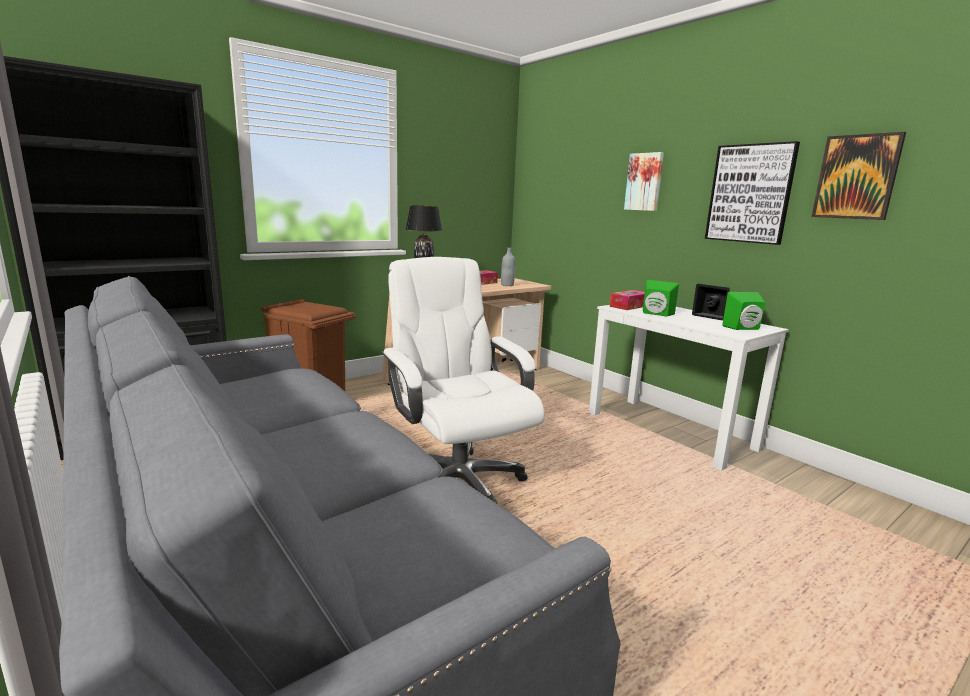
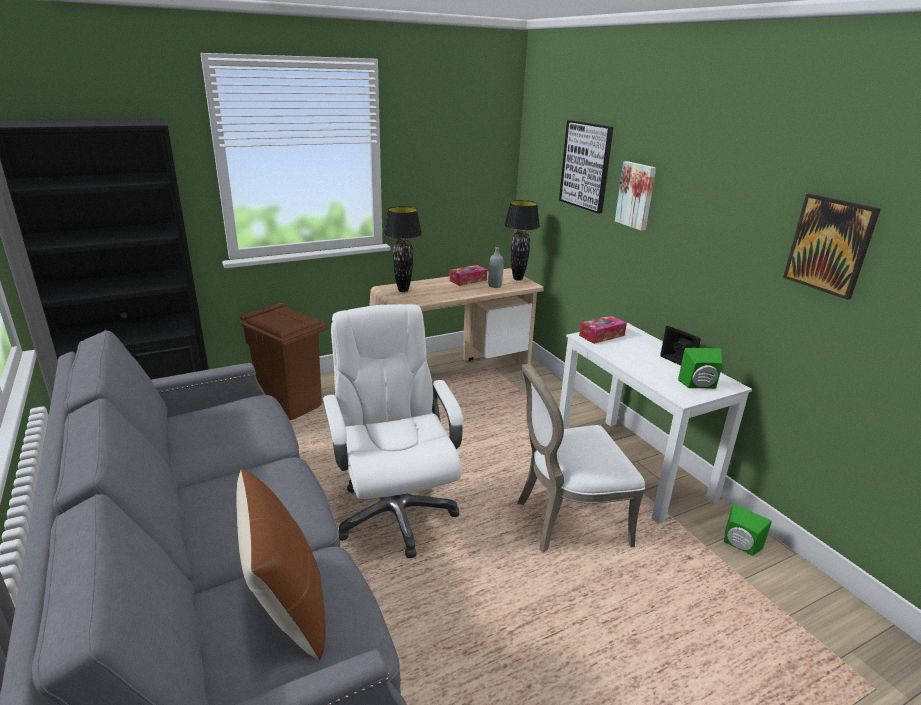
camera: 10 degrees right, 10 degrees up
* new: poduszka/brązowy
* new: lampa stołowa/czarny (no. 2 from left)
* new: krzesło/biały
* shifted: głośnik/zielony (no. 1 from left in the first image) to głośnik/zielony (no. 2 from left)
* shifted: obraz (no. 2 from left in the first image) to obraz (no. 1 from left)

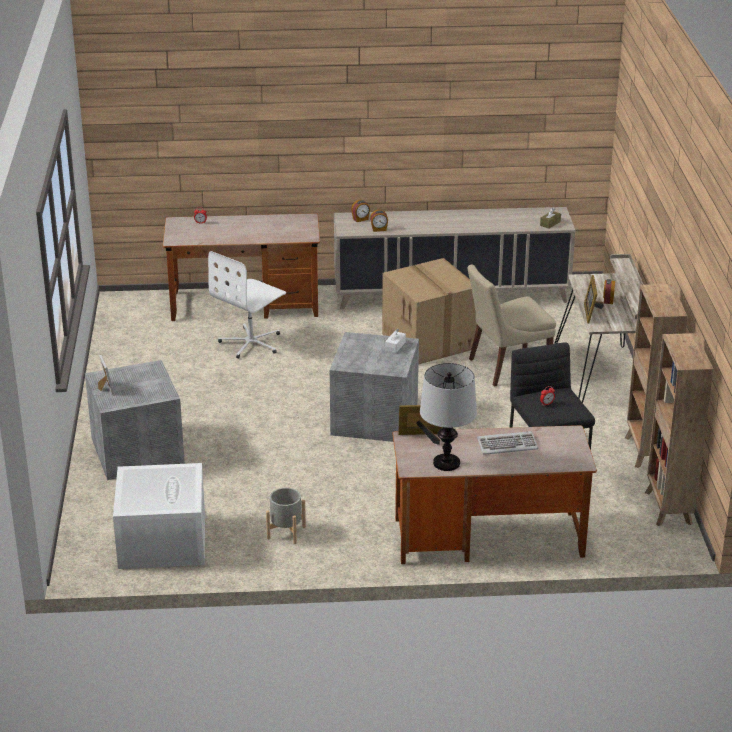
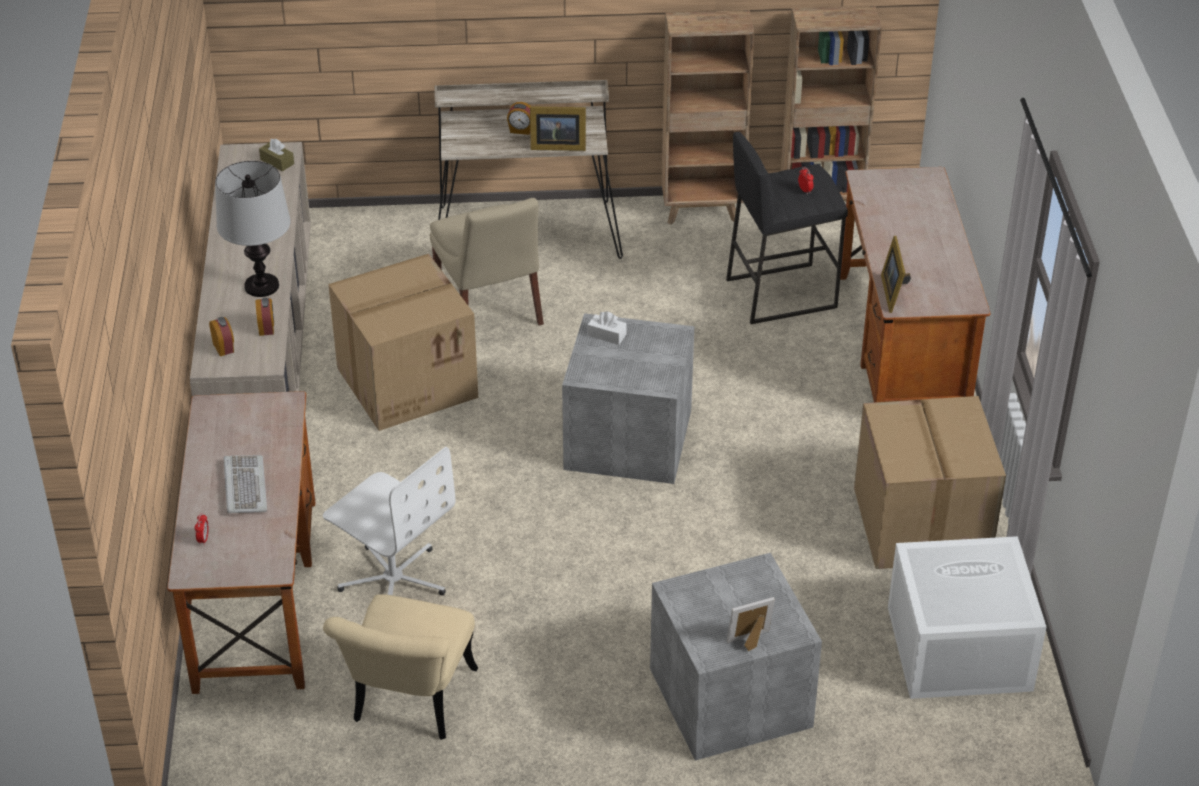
camera: 90 degrees left, 10 degrees up
* new: krzesło/beżowy (no. 1 from left)
* shifted: lampa stołowa
* shifted: klawiatura
* swapped: donica/szary to karton (no. 2 from left)

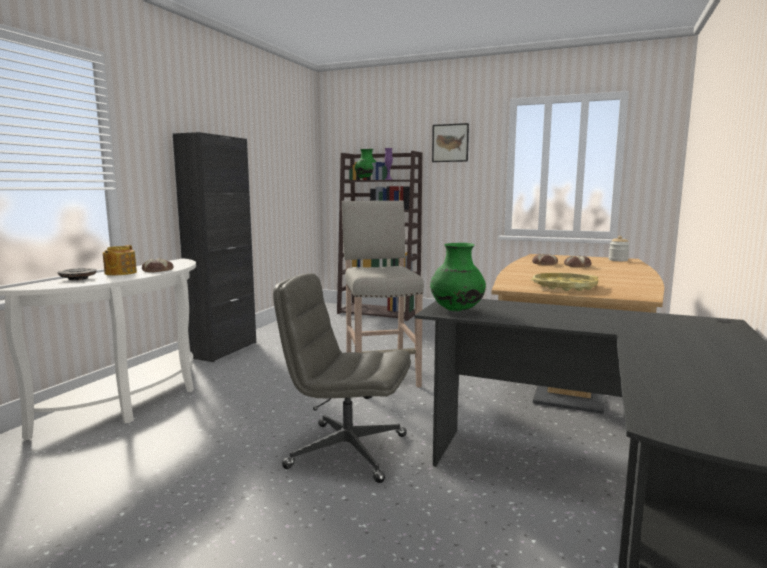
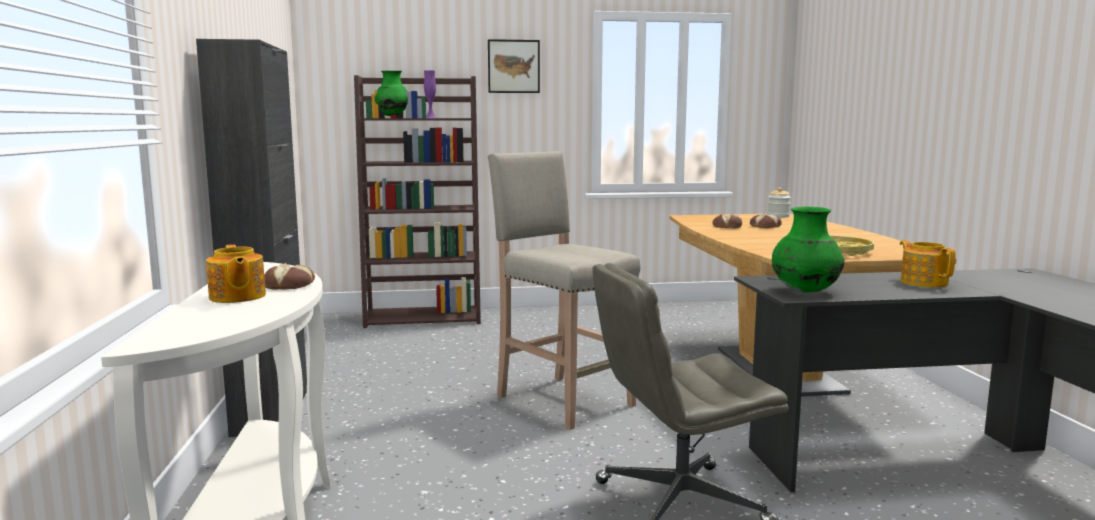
camera: 30 degrees left, 0 degrees up
* gone: talerz/czarny
* new: imbryk (no. 2 from left)

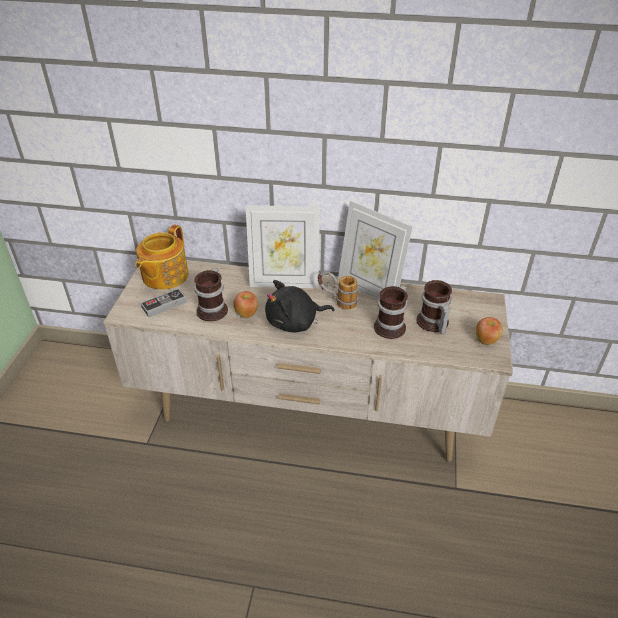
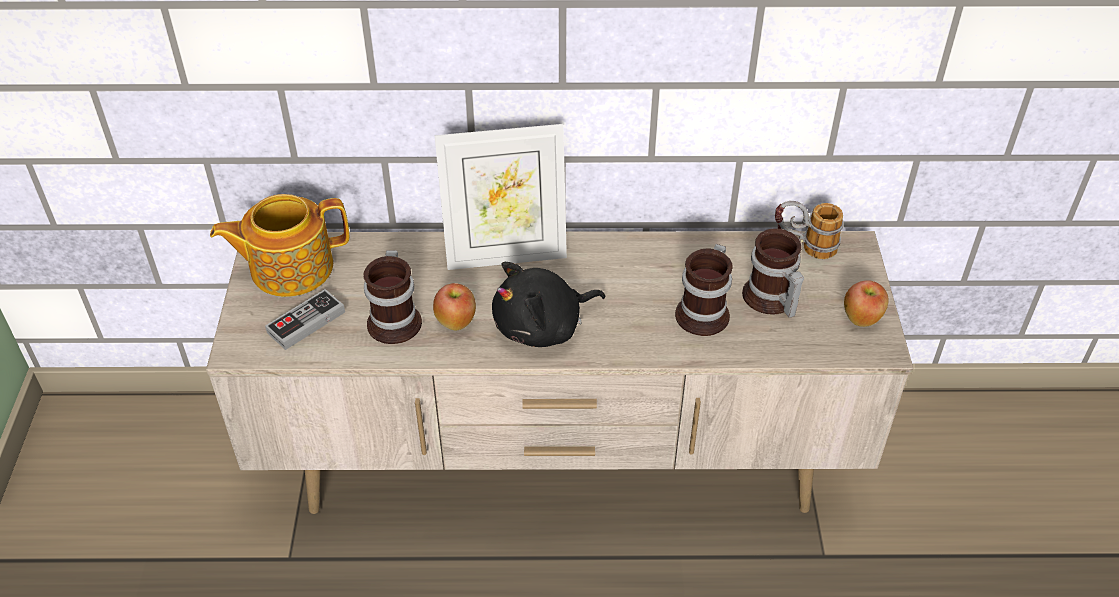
camera: 10 degrees left, 5 degrees up
* gone: ramka na zdjęcie (no. 2 from left)
* shifted: kubek (no. 2 from left in the first image) to kubek (no. 4 from left)
* rotated: imbryk 60 degrees clockwise

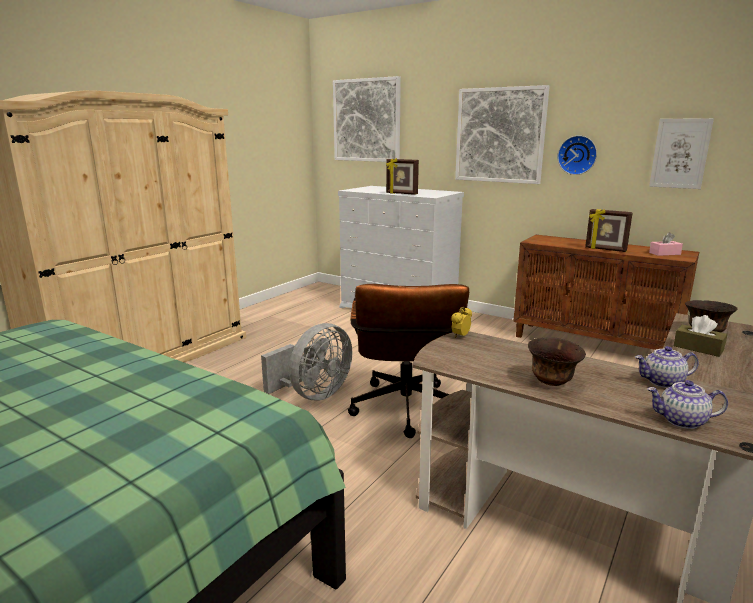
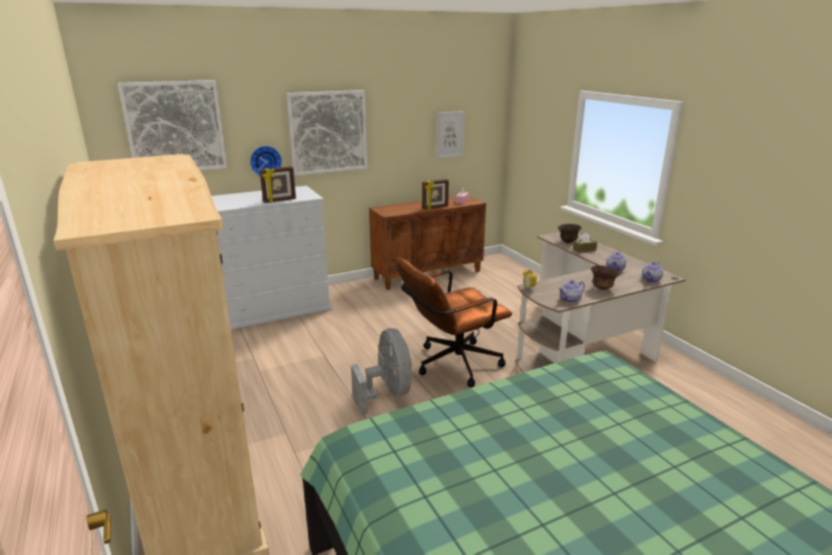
camera: 60 degrees left, 5 degrees up
* new: imbryk (no. 1 from left)
* shifted: zegar ścienny
* rotated: krzesło biurowe/brązowy 120 degrees clockwise

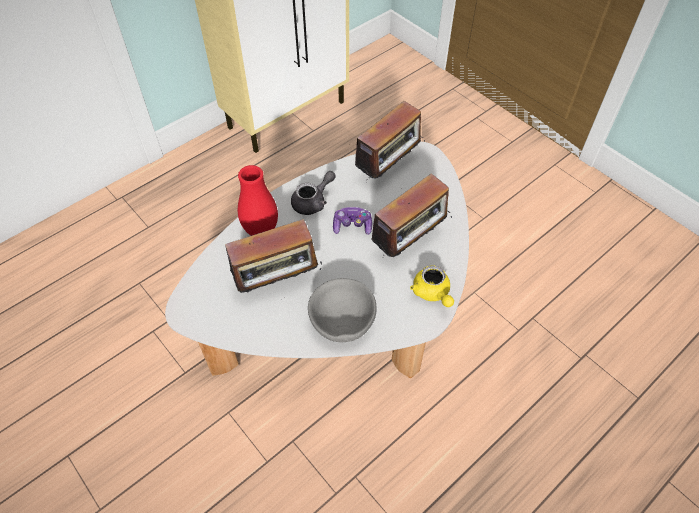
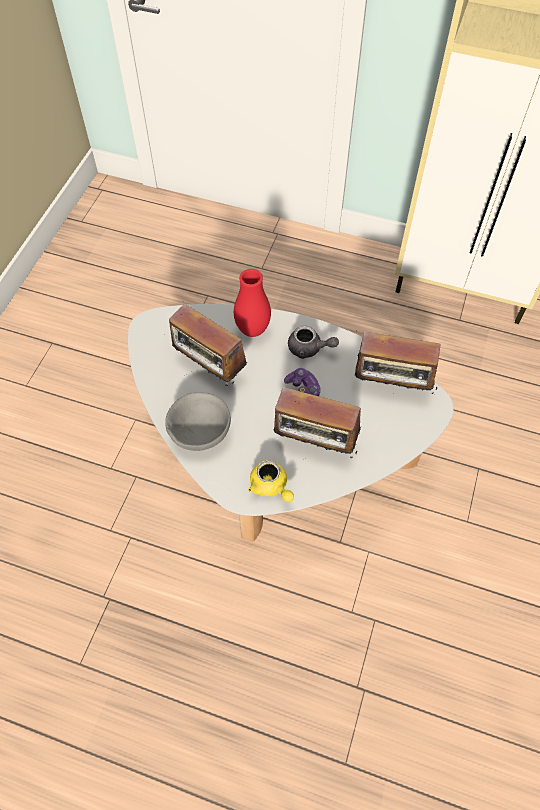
camera: 60 degrees right, 5 degrees up
* rotated: imbryk/żółty 75 degrees counterclockwise

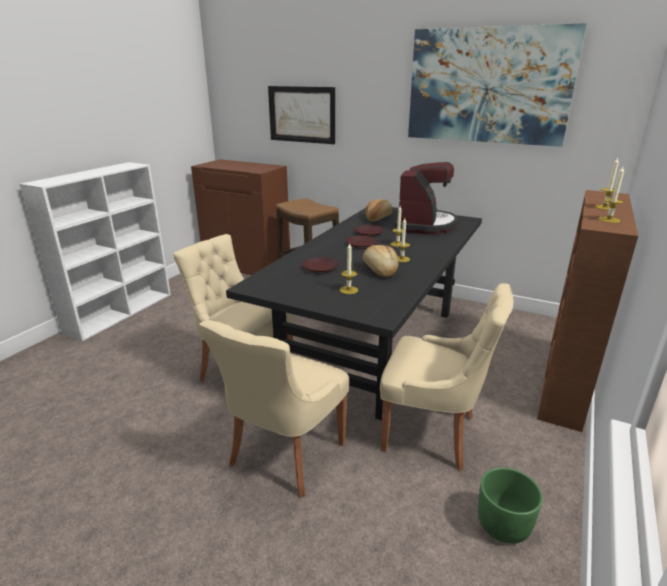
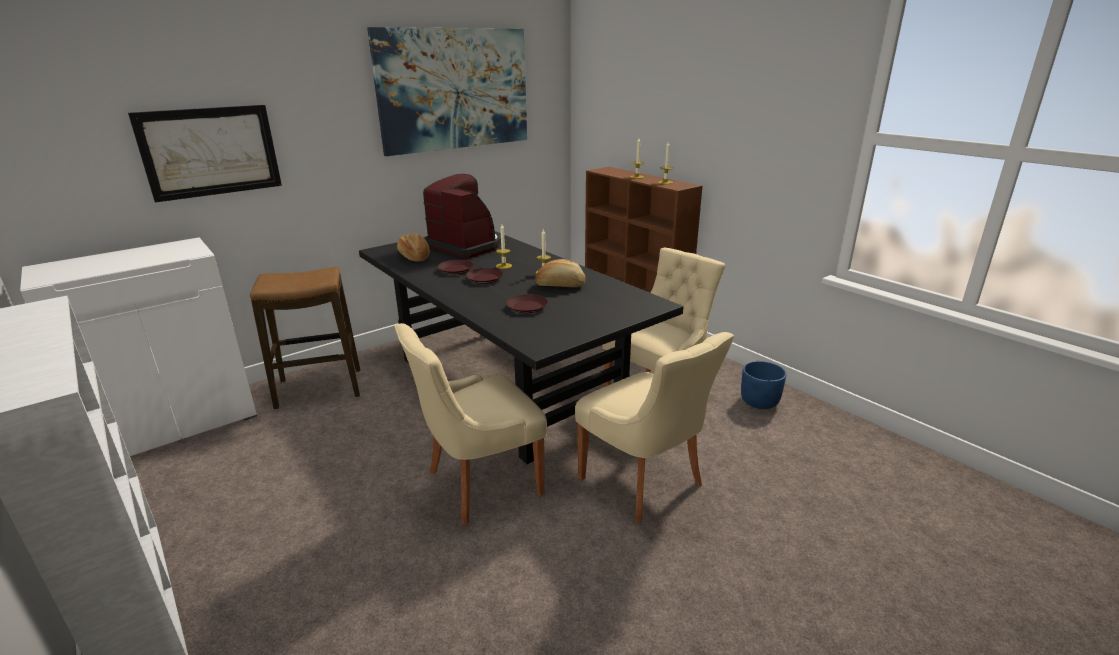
camera: 65 degrees left, 0 degrees up
* gone: świeca (no. 1 from left)
* repainted: szafka/brązowy to szafka/biały
* repainted: donica/zielony to donica/niebieski

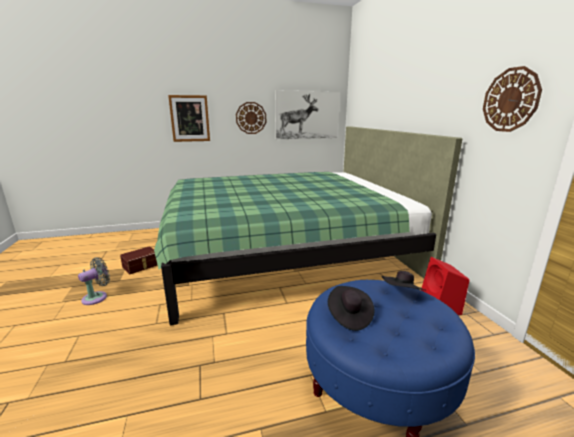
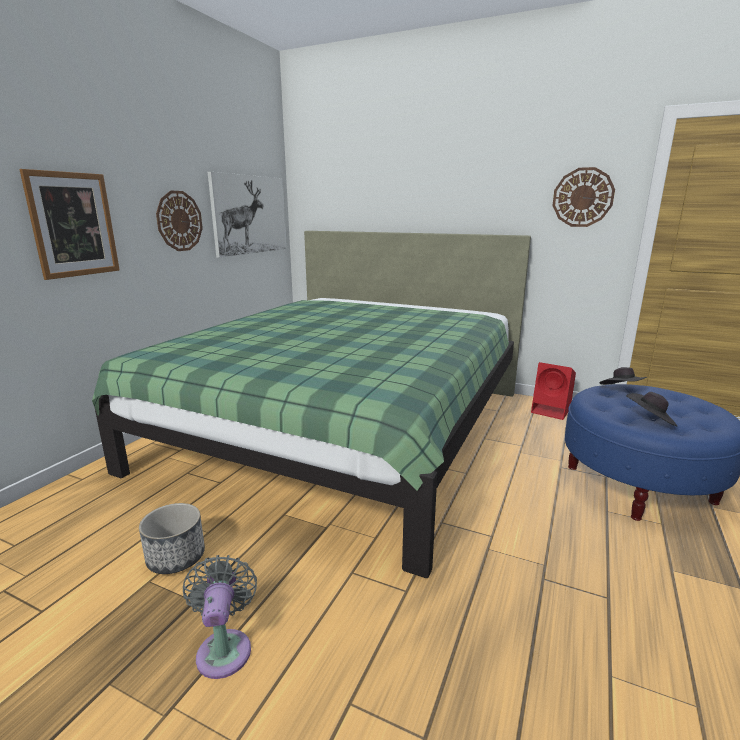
camera: 50 degrees left, 0 degrees up
* swapped: pojemnik do przechowywania/brązowy to donica

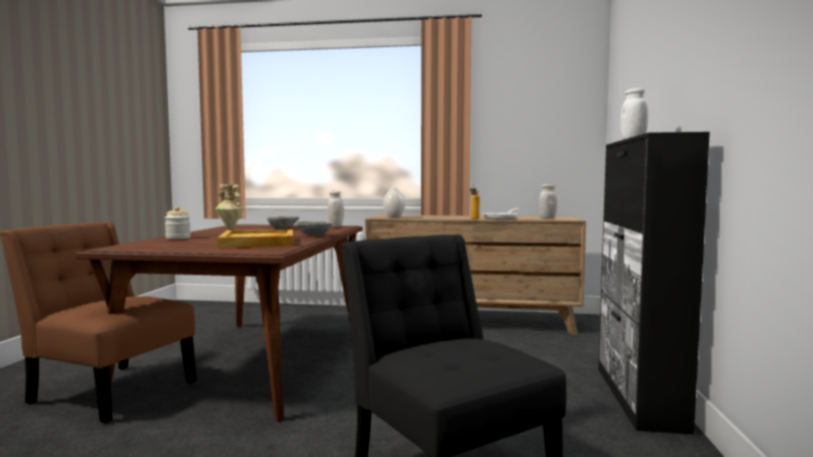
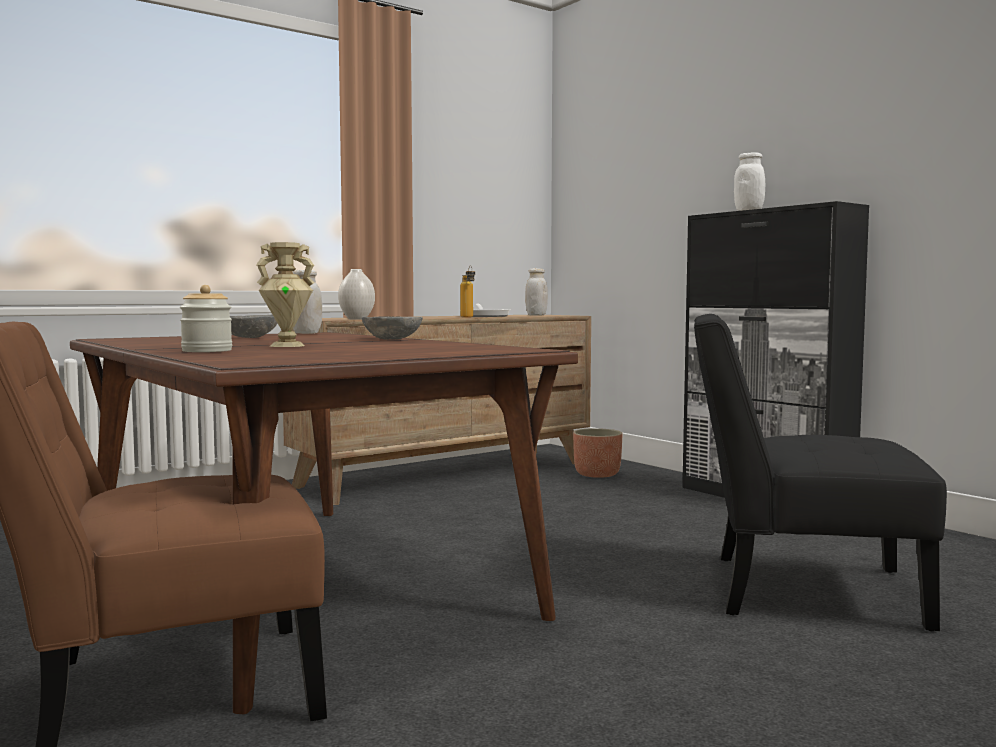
camera: 45 degrees left, 0 degrees up
* gone: taca/beżowy
* new: donica

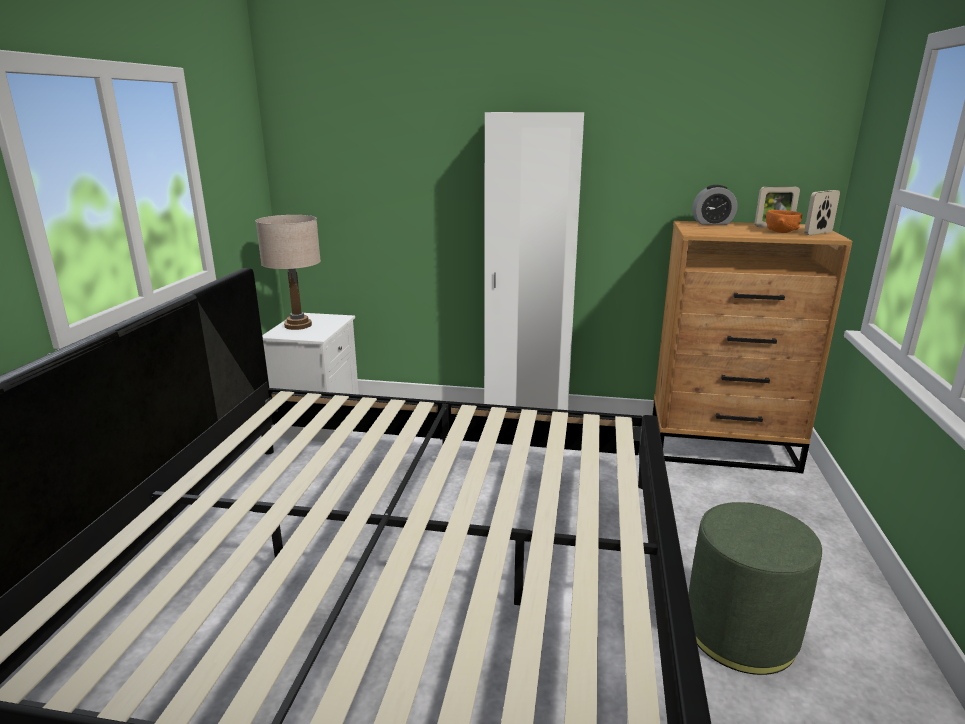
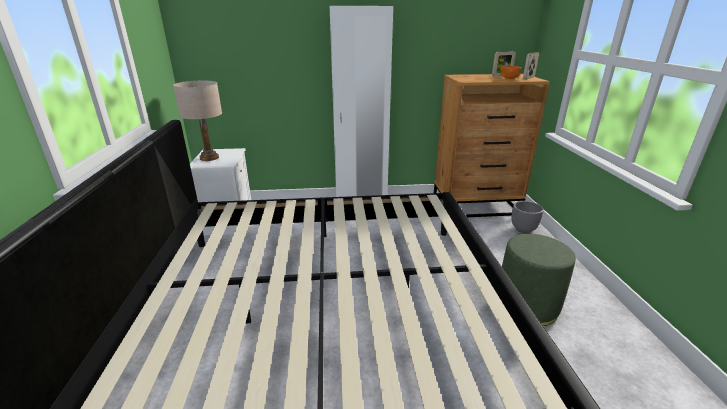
camera: 15 degrees left, 5 degrees up
* gone: budzik
* new: donica/szary

